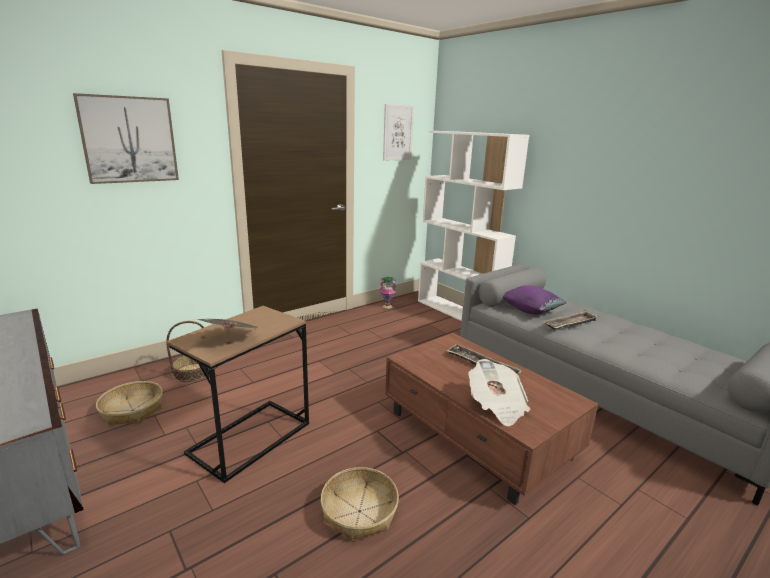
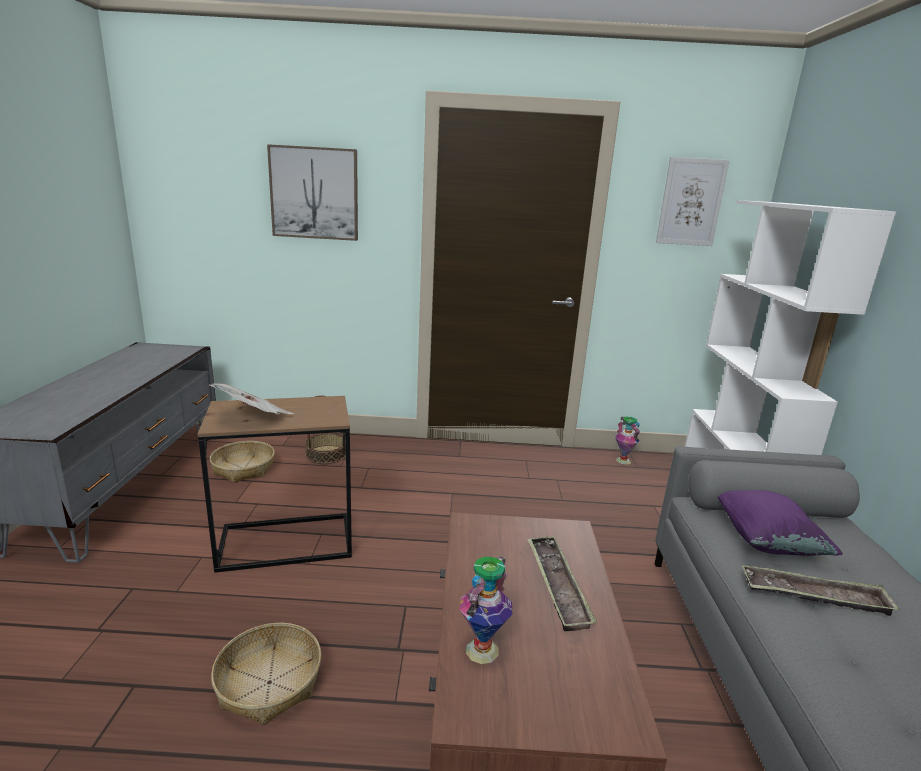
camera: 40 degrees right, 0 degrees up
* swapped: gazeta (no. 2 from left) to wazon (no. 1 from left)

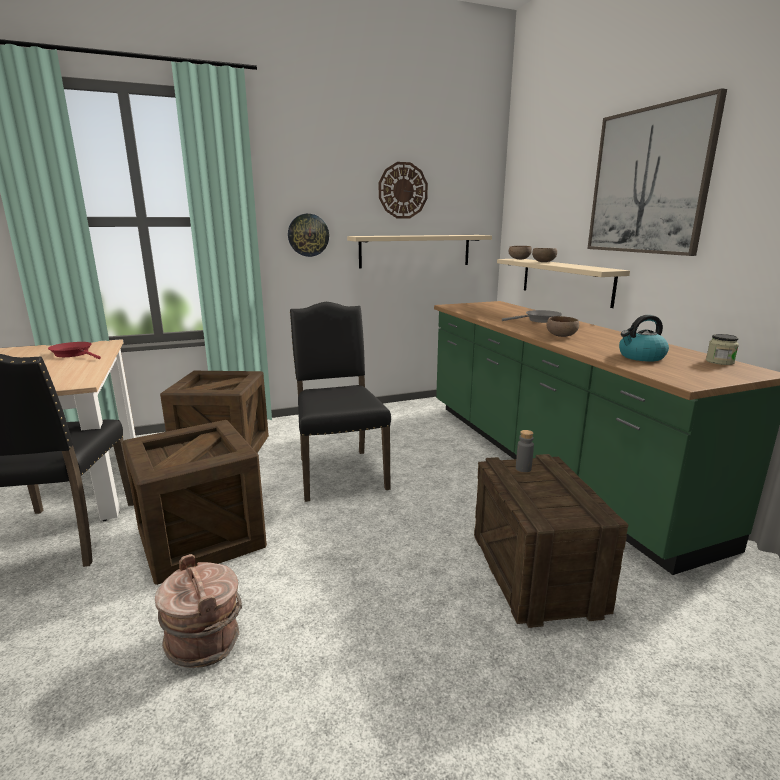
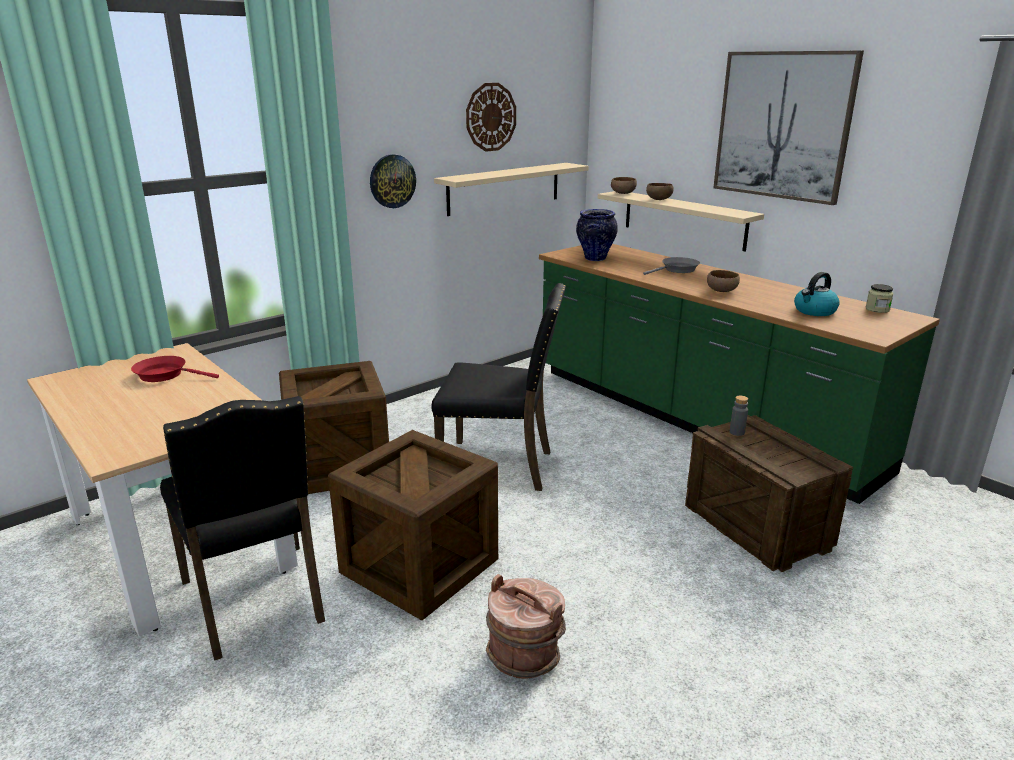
camera: 20 degrees left, 5 degrees up
* new: wazon
* rotated: krzesło/czarny (no. 2 from left) 135 degrees clockwise

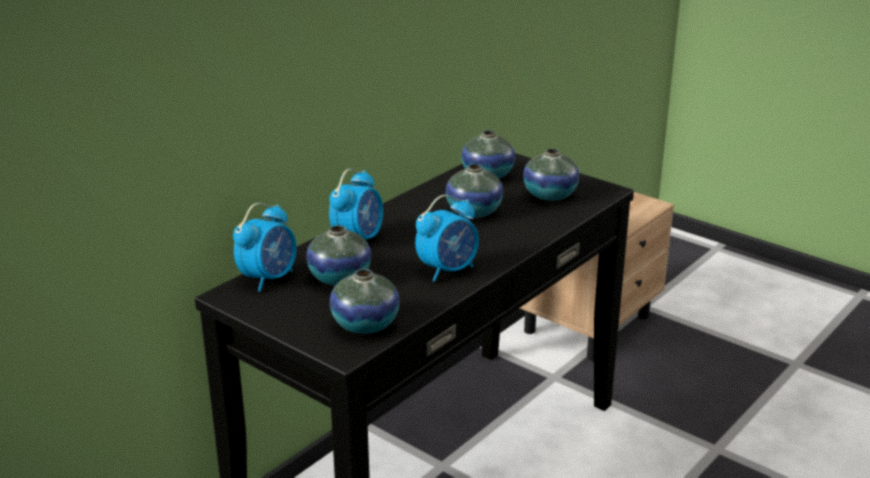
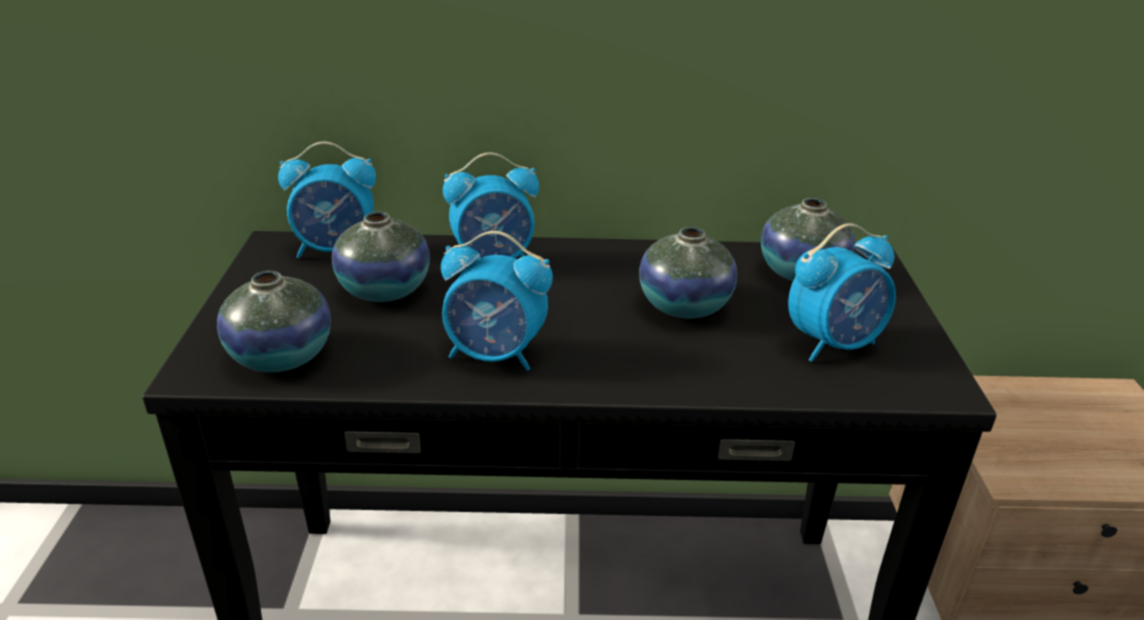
camera: 50 degrees right, 5 degrees up
* swapped: wazon (no. 5 from left) to budzik (no. 4 from left)

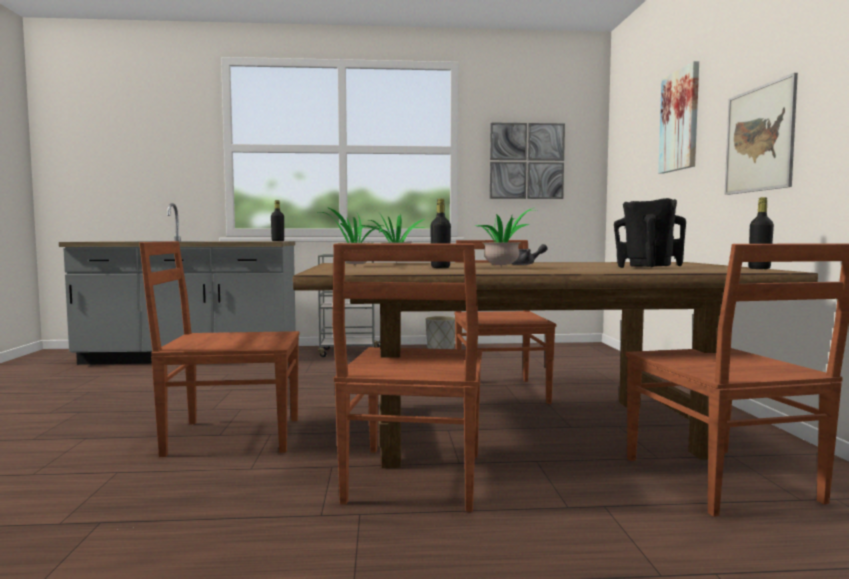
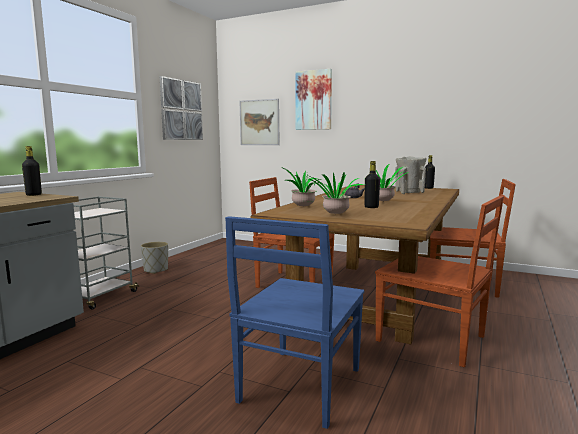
camera: 60 degrees left, 5 degrees up
* shifted: obraz (no. 3 from left in the first image) to obraz (no. 2 from left)
* repainted: krzesło/brązowy (no. 1 from left) to krzesło/niebieski
* repainted: wazon/czarny to wazon/beżowy

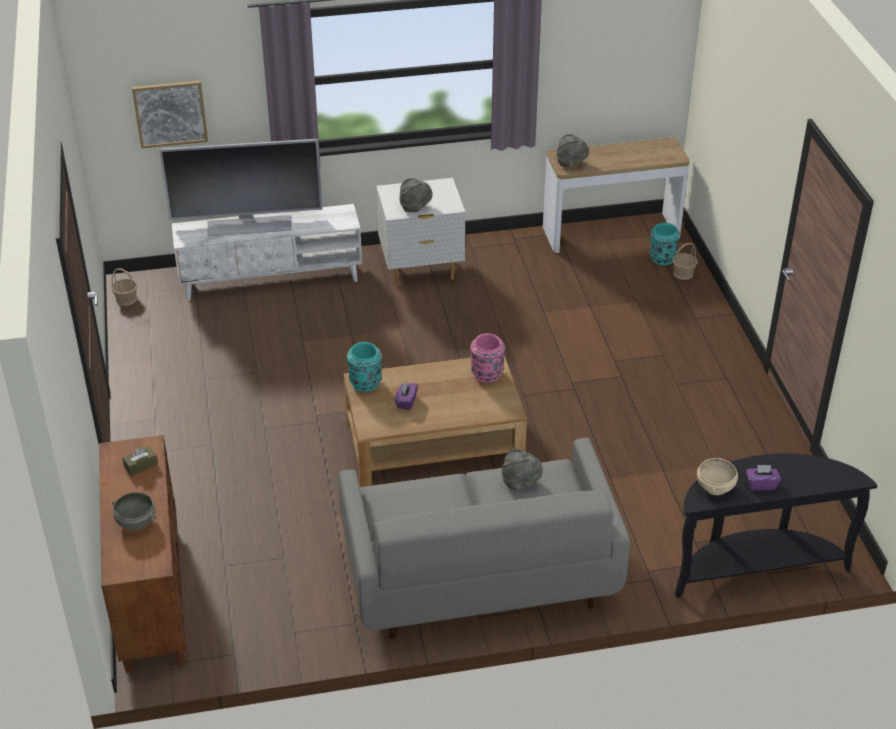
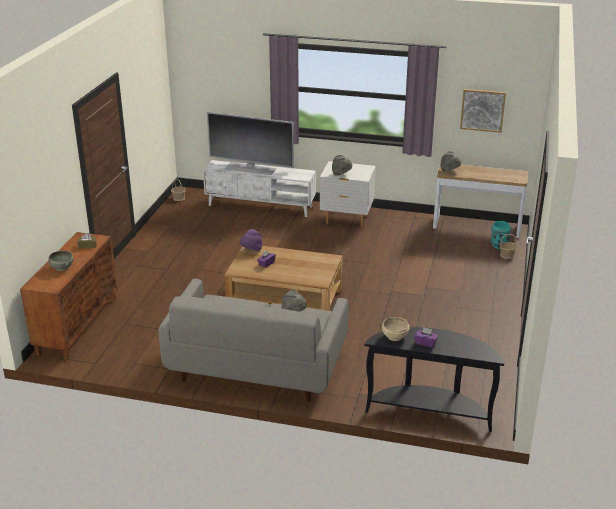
camera: 25 degrees right, 10 degrees down
* gone: wazon/różowy
* shifted: obraz
* swapped: wazon/turkusowy (no. 1 from left) to kapelusz/fioletowy

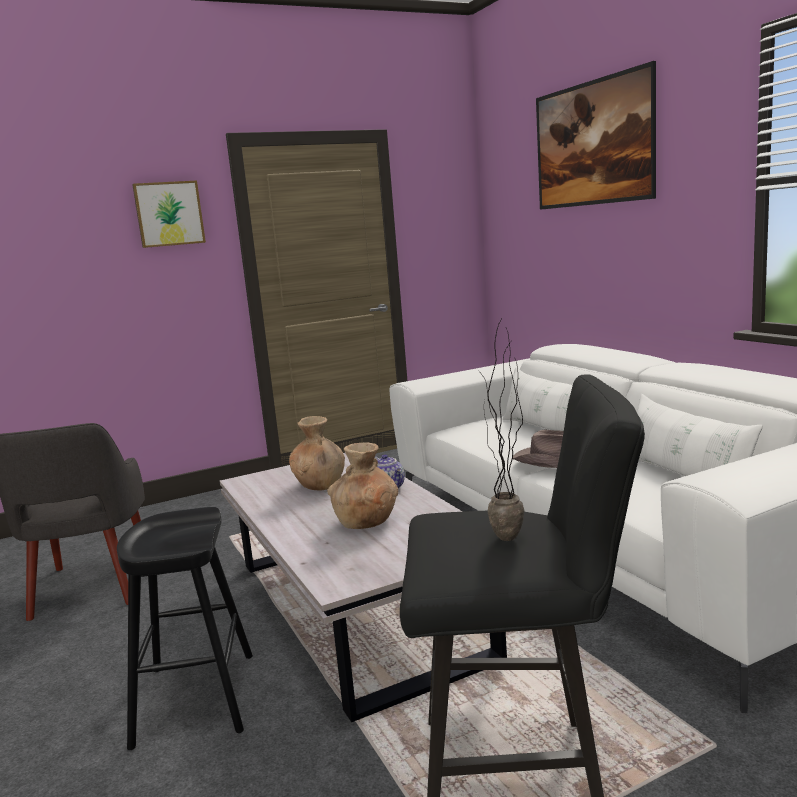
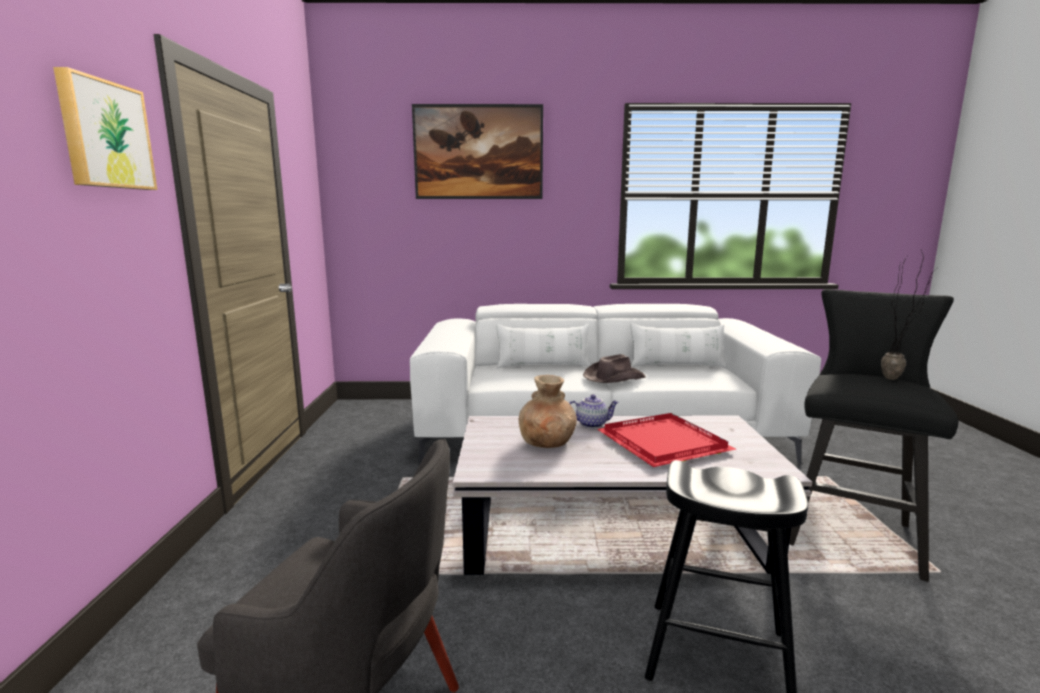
camera: 65 degrees left, 0 degrees up
* swapped: wazon/brązowy (no. 2 from left) to taca/czerwony

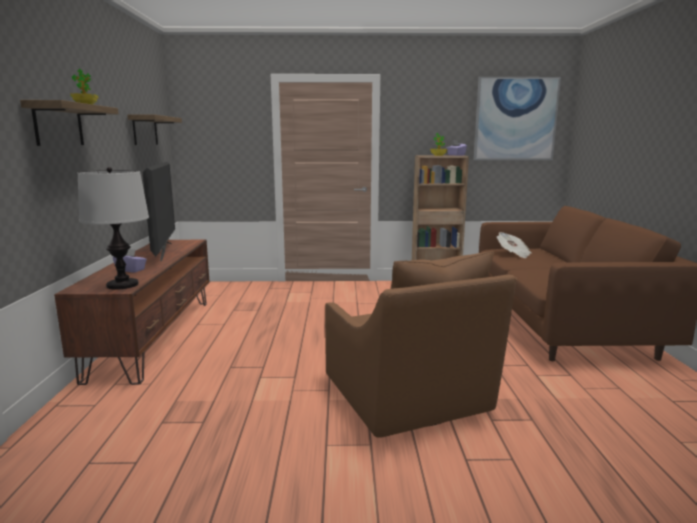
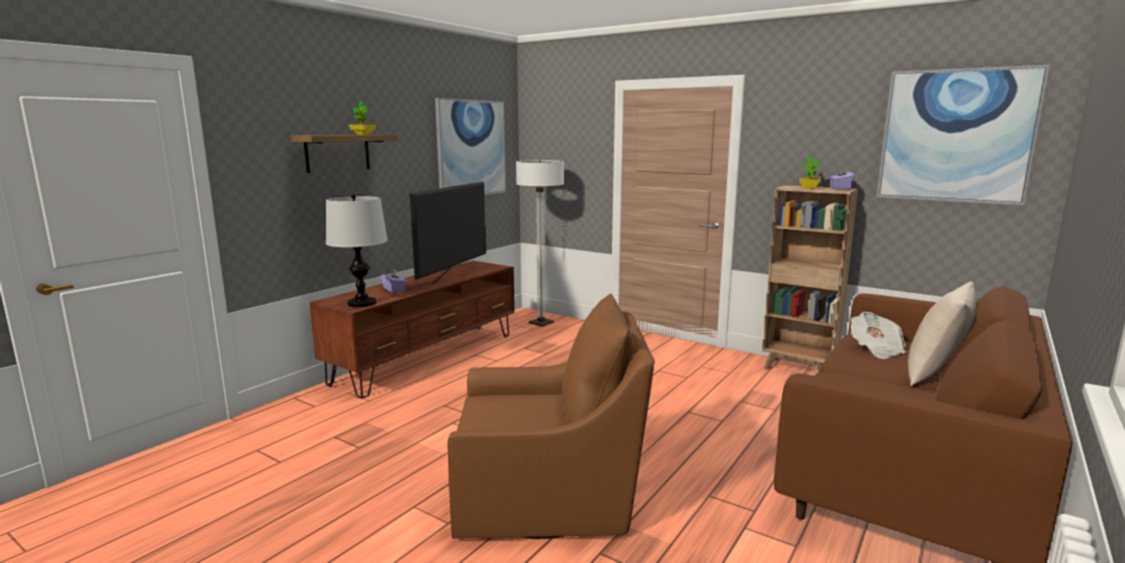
camera: 35 degrees right, 0 degrees up
* new: lampa stojąca
* new: poduszka/beżowy
* swapped: półka (no. 2 from left) to obraz (no. 1 from left)
* rotated: fotel/brązowy 105 degrees counterclockwise

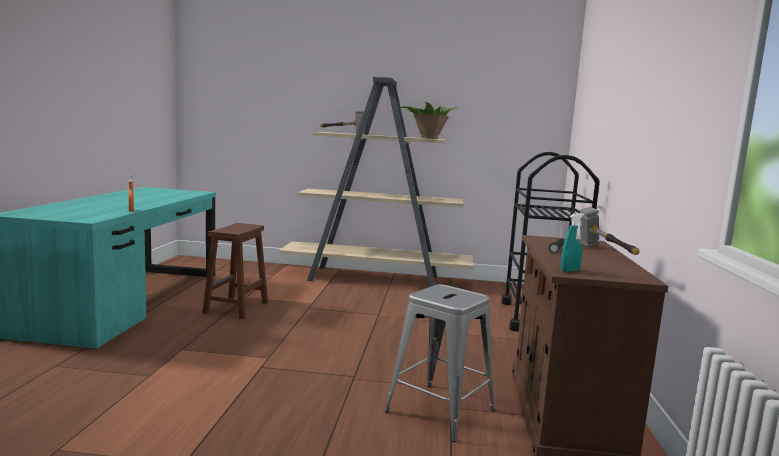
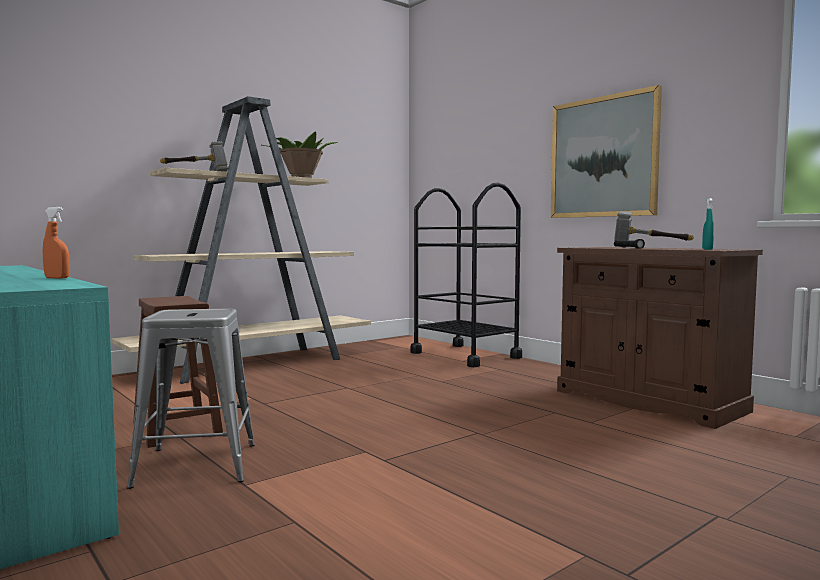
camera: 45 degrees left, 5 degrees down
* new: obraz
* shifted: stołek/szary

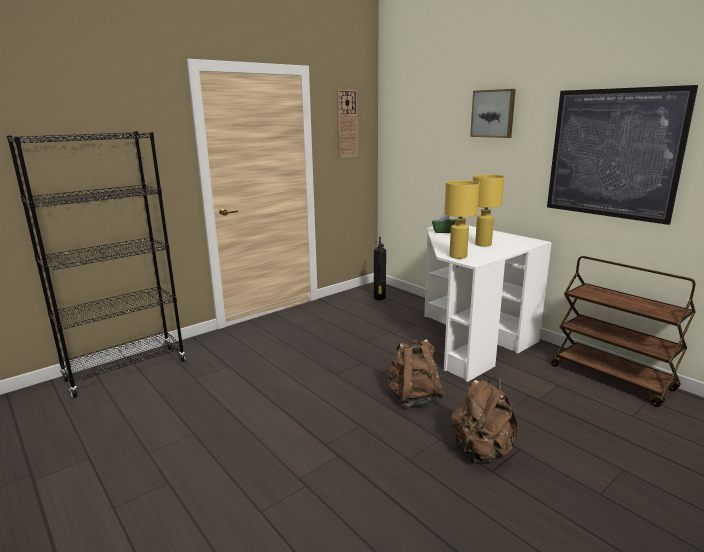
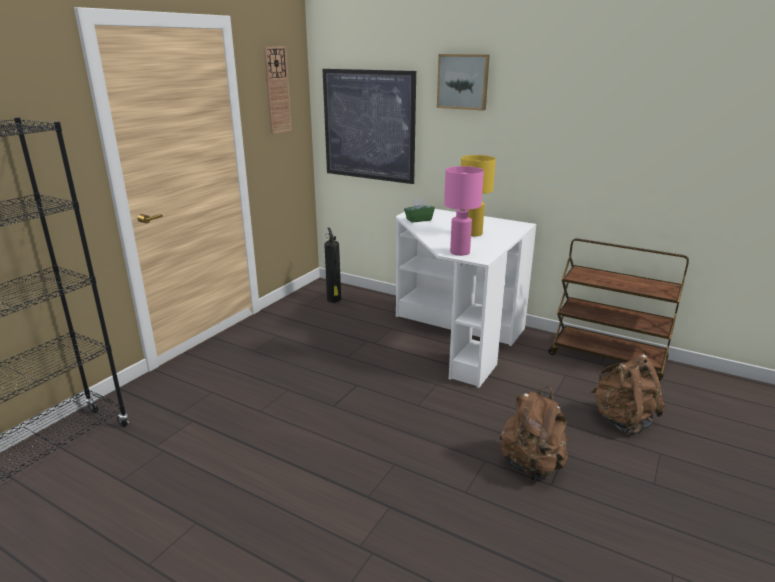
camera: 20 degrees left, 5 degrees up
* shifted: plecak/brązowy (no. 1 from left in the first image) to plecak/brązowy (no. 2 from left)
* shifted: obraz (no. 2 from left in the first image) to obraz (no. 1 from left)
* repainted: lampa stołowa/żółty (no. 1 from left) to lampa stołowa/różowy

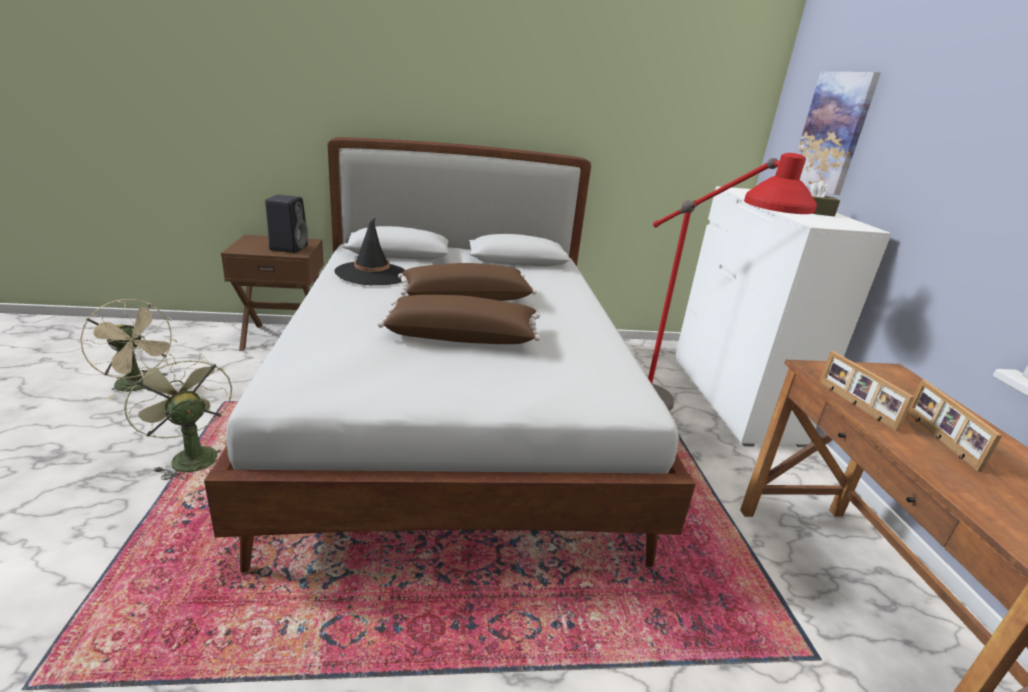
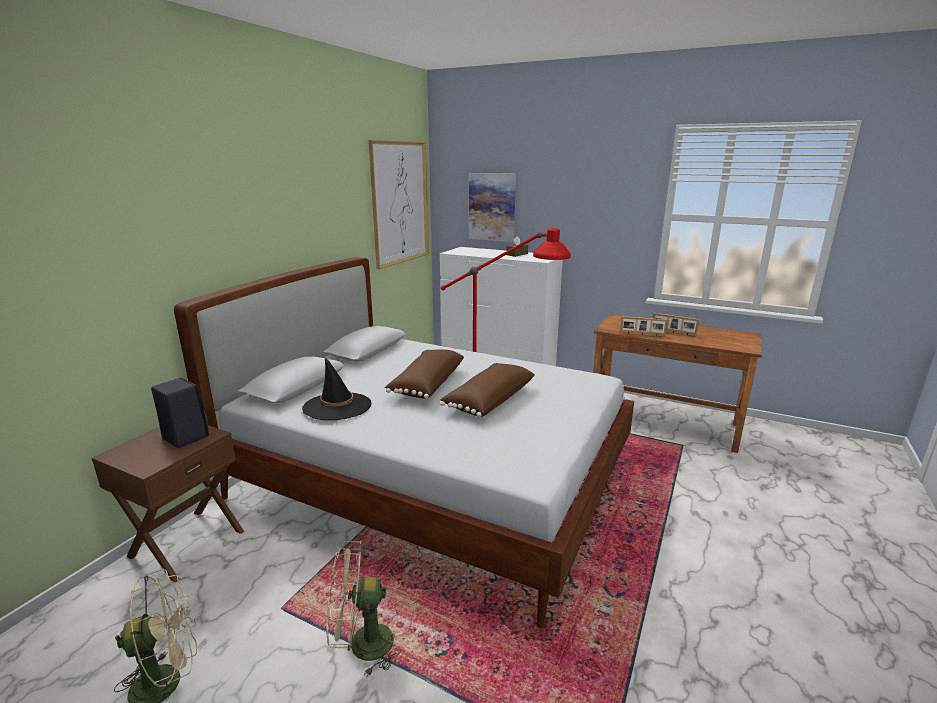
camera: 55 degrees left, 5 degrees down
* new: obraz (no. 1 from left)

